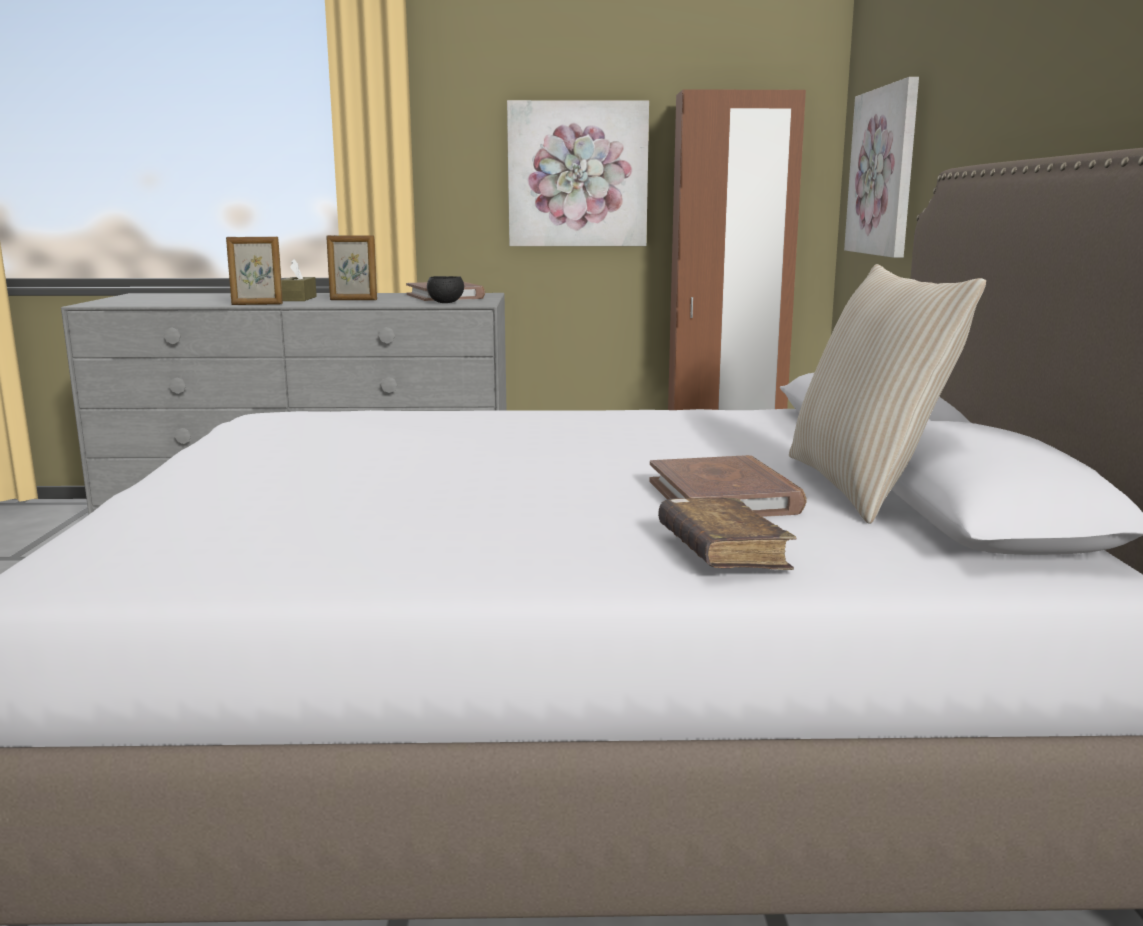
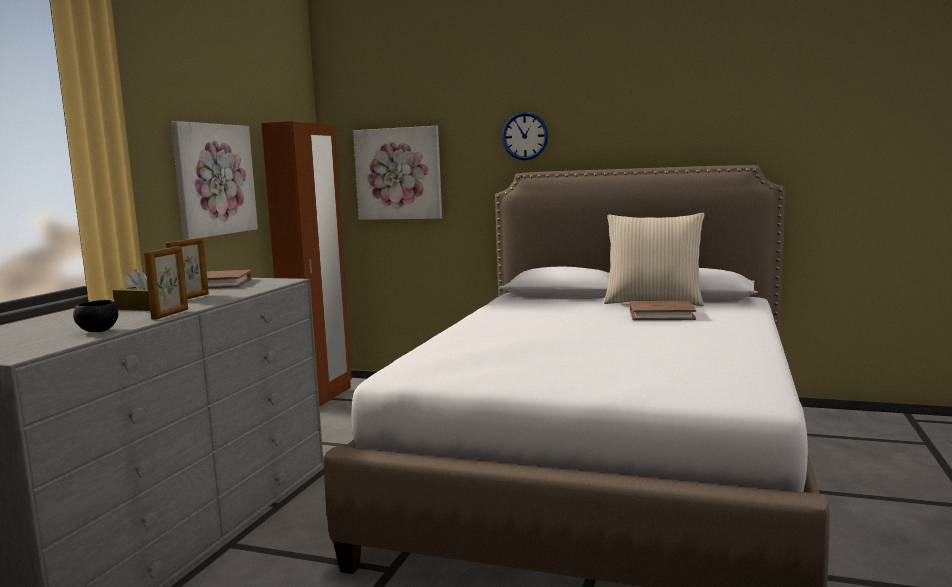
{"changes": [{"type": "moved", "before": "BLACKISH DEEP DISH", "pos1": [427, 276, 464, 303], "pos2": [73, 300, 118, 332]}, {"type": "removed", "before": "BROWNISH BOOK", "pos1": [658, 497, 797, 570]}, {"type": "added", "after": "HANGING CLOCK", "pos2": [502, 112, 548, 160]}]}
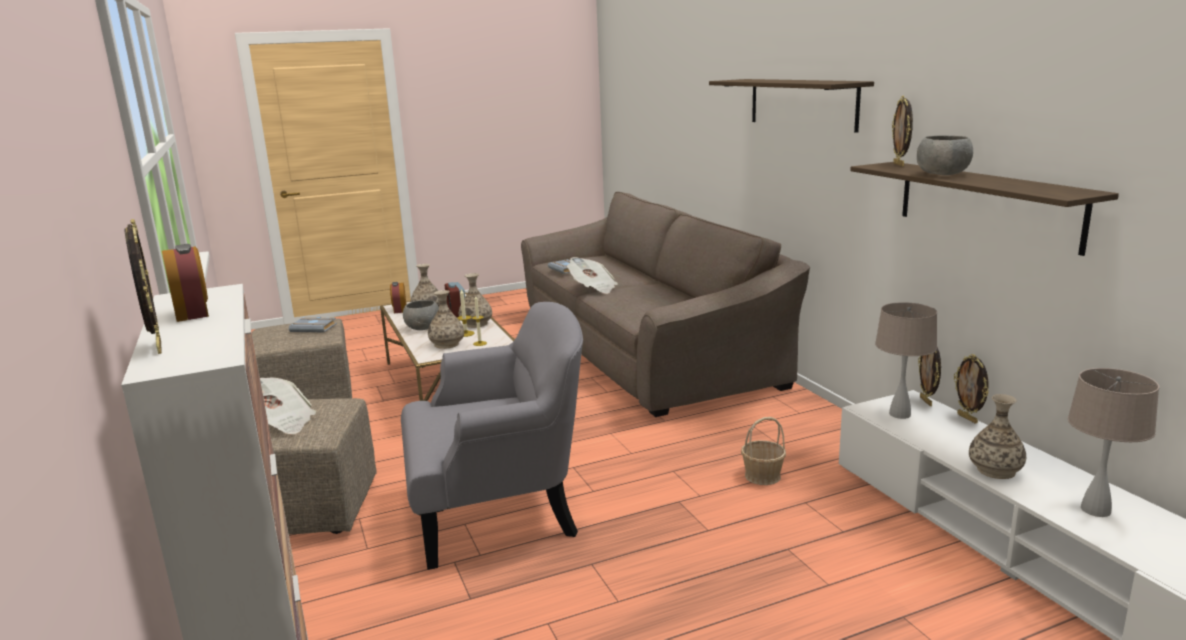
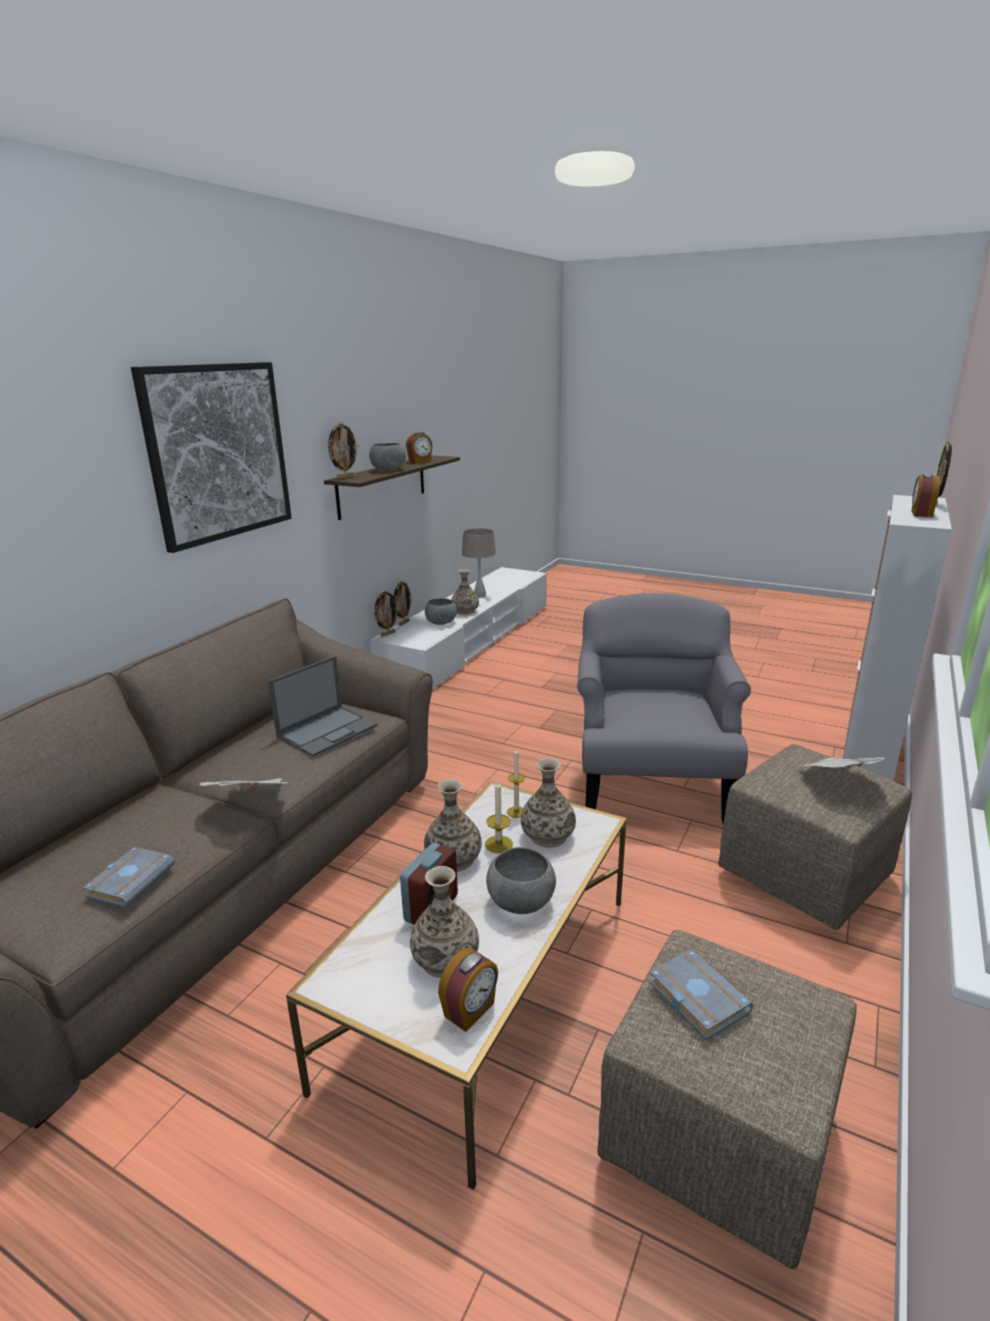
{"changes": [{"type": "turned", "before": "GREY EASY CHAIR", "pos1": [401, 302, 583, 570], "pos2": [577, 593, 751, 824], "turn": 60}, {"type": "replaced", "before": "SHELF", "after": "WALL ART", "pos1": [709, 79, 874, 133], "pos2": [131, 362, 292, 553]}, {"type": "removed", "before": "STORAGE BASKET", "pos1": [741, 417, 786, 485]}, {"type": "removed", "before": "BEIGE-COLOURED TABLETOP LAMP", "pos1": [875, 302, 937, 419]}, {"type": "added", "after": "PORTABLE COMPUTER", "pos2": [268, 656, 378, 757]}, {"type": "added", "after": "TABLE CLOCK", "pos2": [406, 432, 433, 464]}, {"type": "added", "after": "GREY DEEP DISH", "pos2": [425, 598, 457, 625]}]}
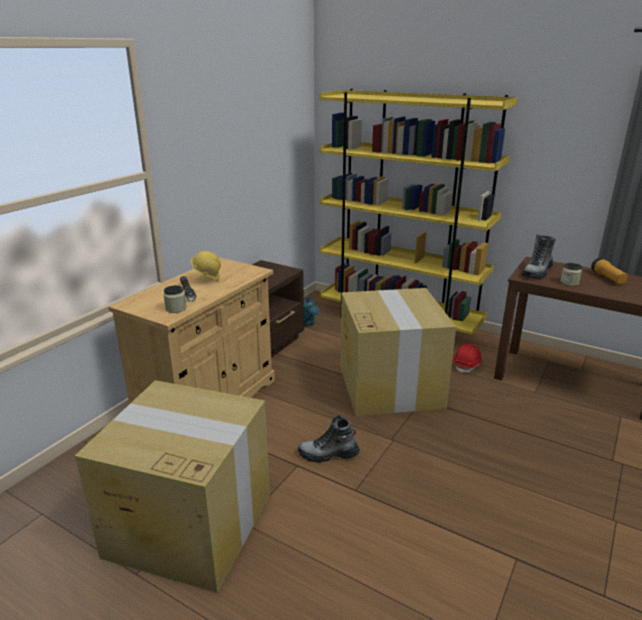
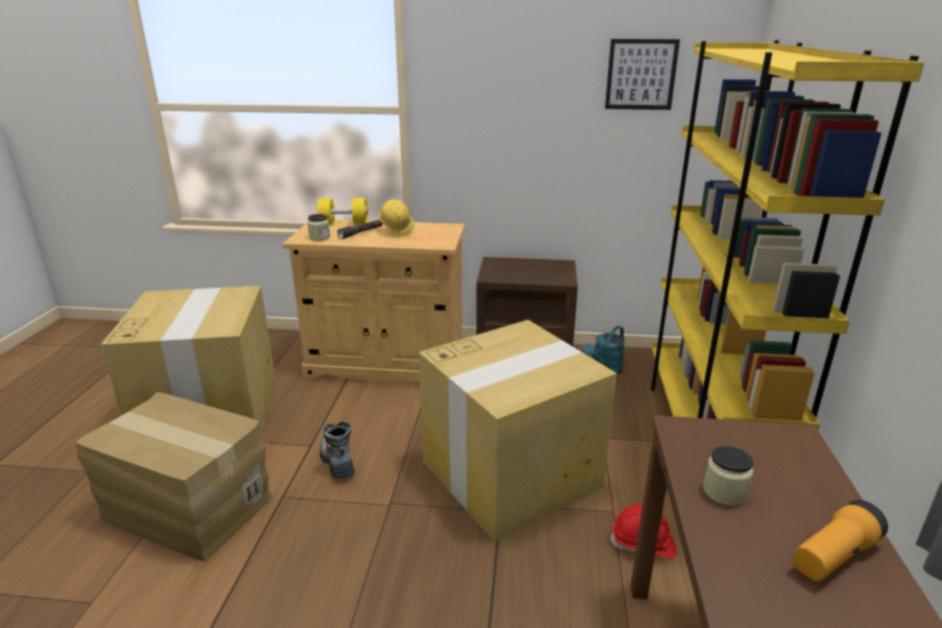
{"changes": [{"type": "removed", "before": "TALL BOOT", "pos1": [521, 234, 556, 279]}, {"type": "added", "after": "PACKING BOX", "pos2": [75, 392, 272, 562]}, {"type": "added", "after": "YELLOWISH HAND WEIGHT", "pos2": [317, 198, 368, 225]}, {"type": "added", "after": "WALL ART", "pos2": [605, 39, 680, 110]}]}
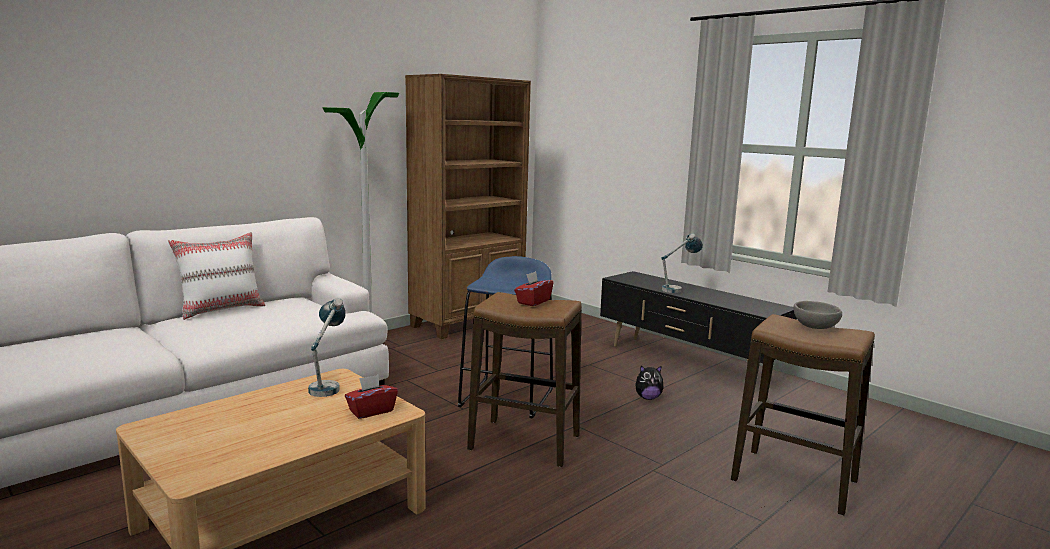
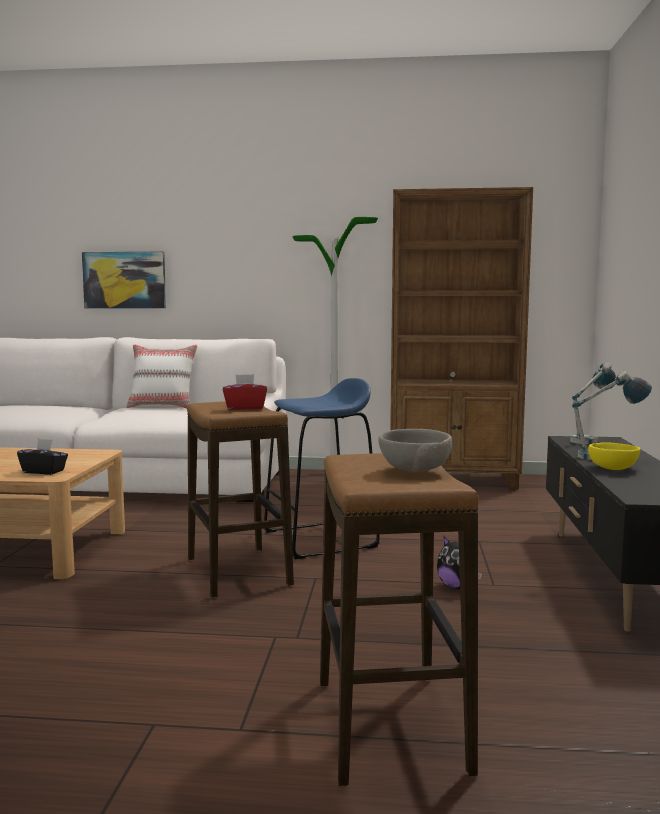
{"changes": [{"type": "moved", "before": "TABLETOP LAMP", "pos1": [308, 298, 345, 397], "pos2": [570, 363, 616, 444]}, {"type": "recoloured", "before": "RED BOX OF TISSUES", "after": "BLACKISH BOX OF TISSUES", "pos1": [345, 375, 398, 419], "pos2": [17, 439, 68, 475]}, {"type": "added", "after": "WALL ART", "pos2": [82, 252, 166, 308]}, {"type": "added", "after": "YELLOWISH DEEP DISH", "pos2": [588, 443, 640, 470]}]}
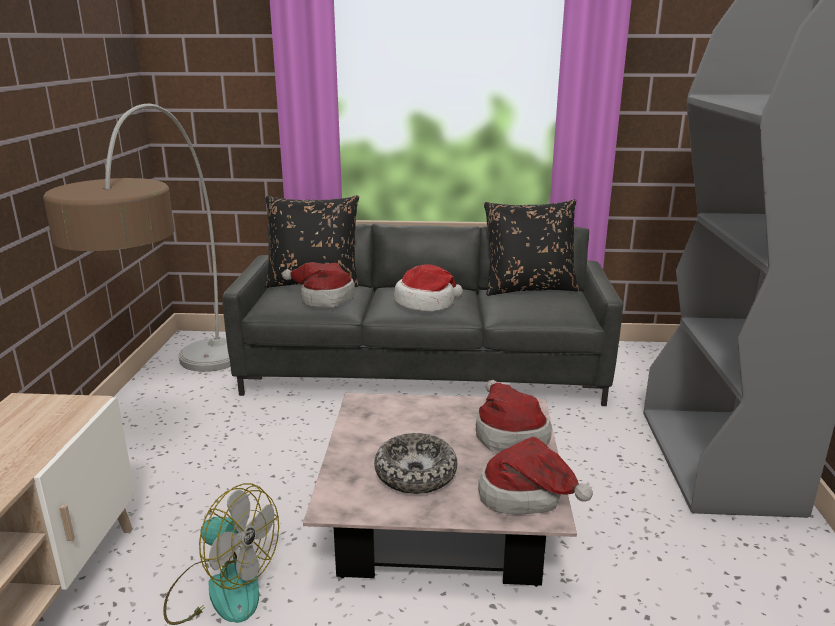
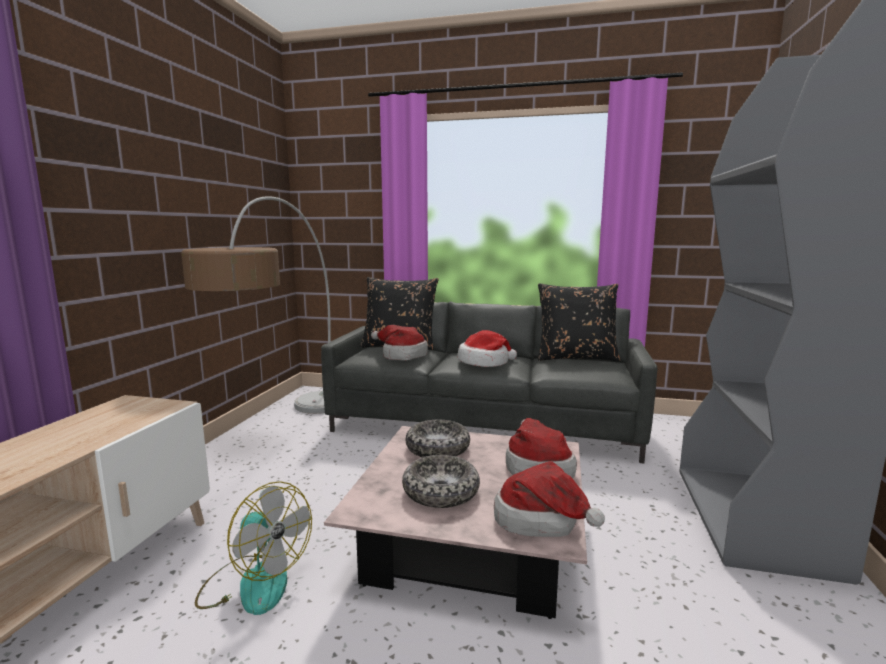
{"changes": [{"type": "added", "after": "DEEP DISH", "pos2": [406, 420, 470, 458]}]}
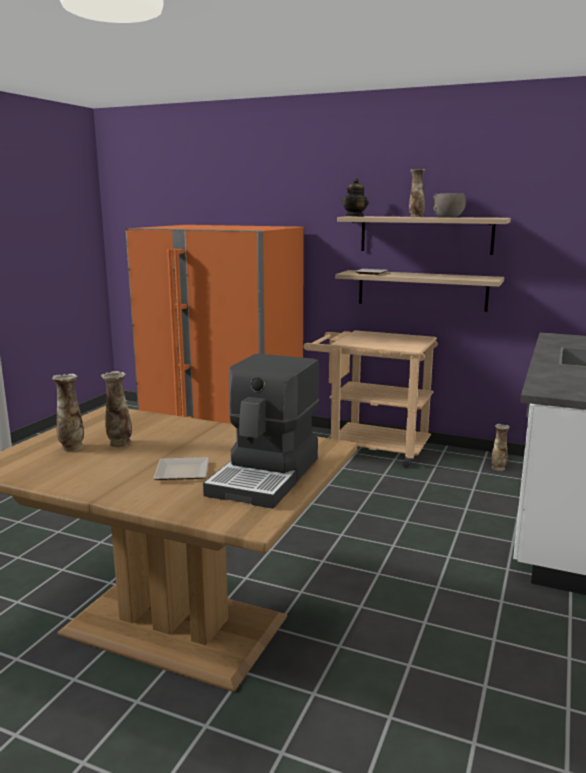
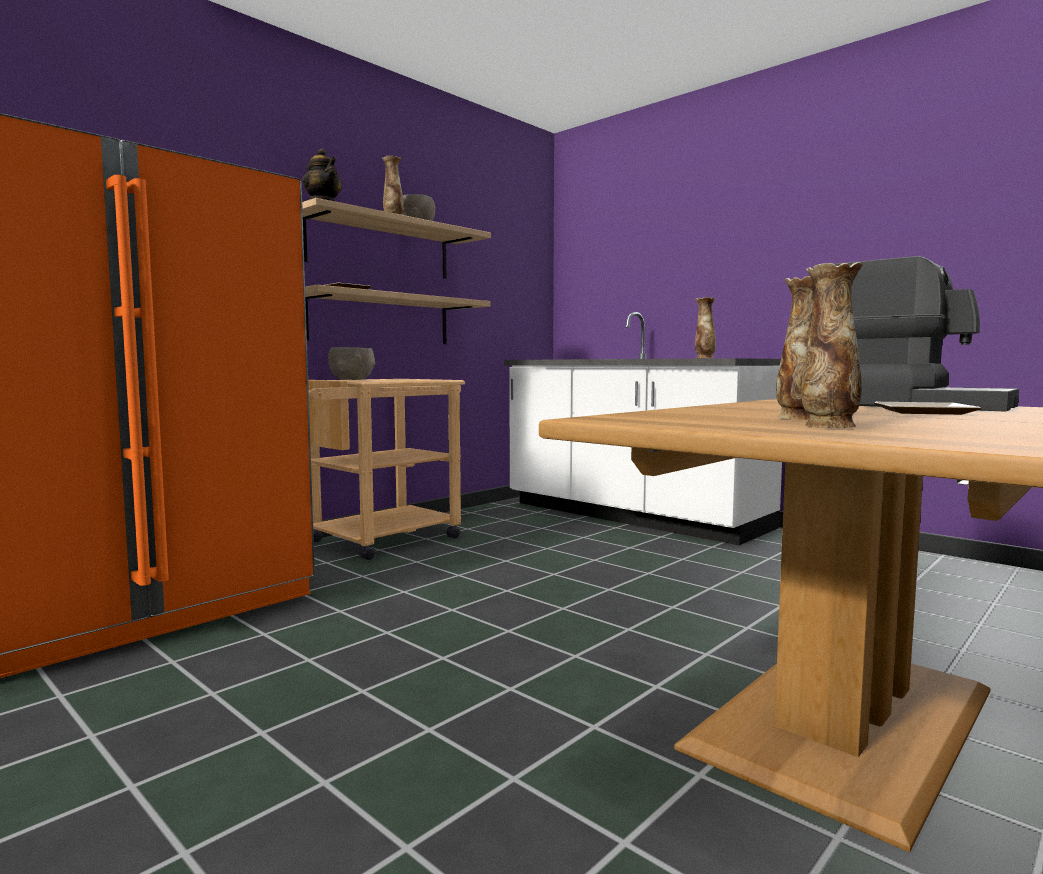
{"changes": [{"type": "moved", "before": "VASE", "pos1": [491, 424, 510, 471], "pos2": [695, 297, 716, 358]}, {"type": "added", "after": "GREY DEEP DISH", "pos2": [328, 347, 375, 380]}]}
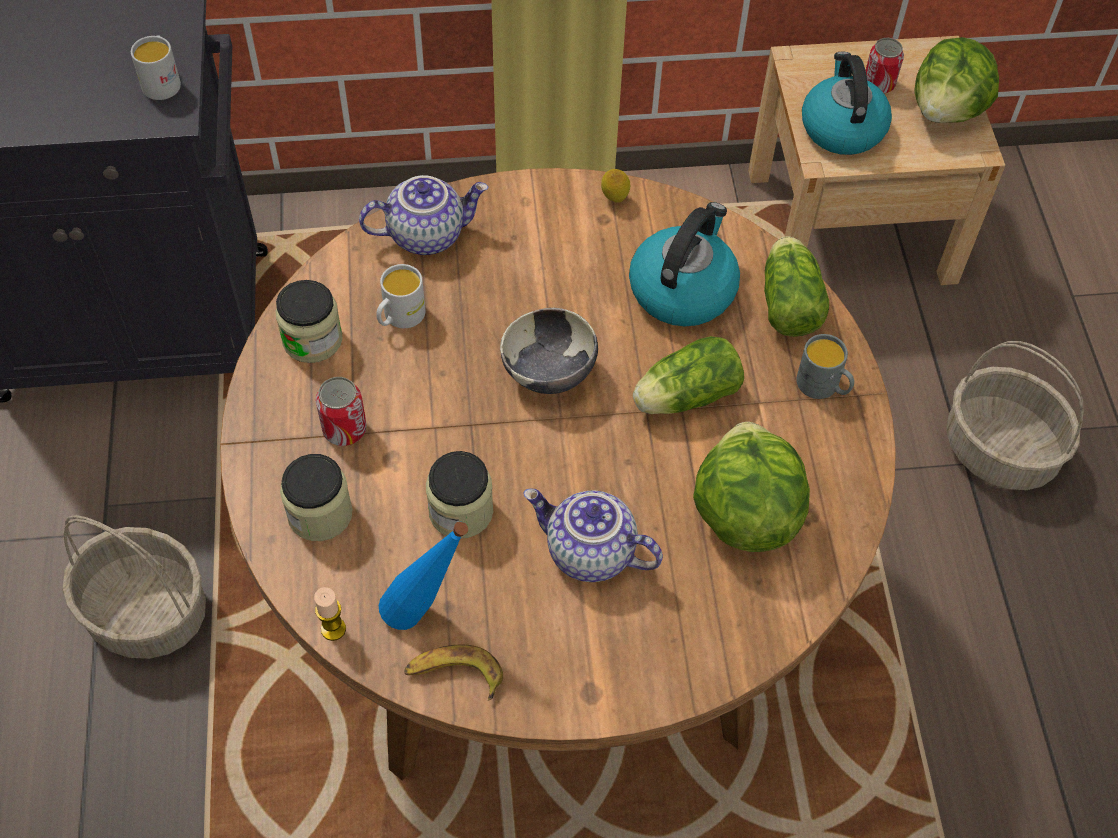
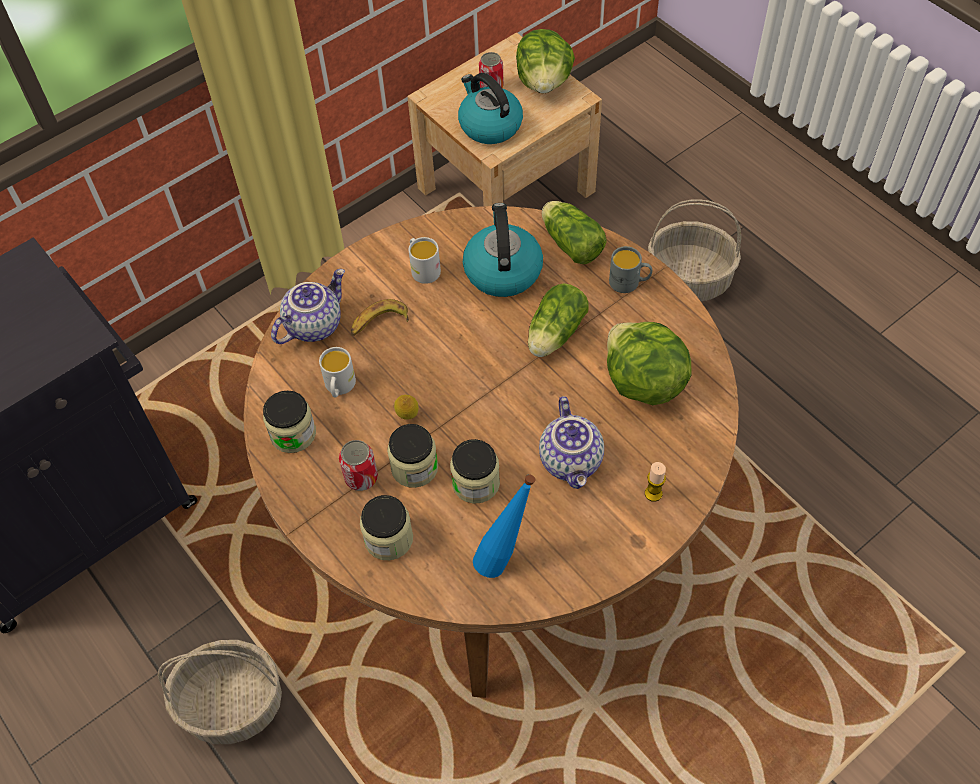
{"changes": [{"type": "moved", "before": "WHITISH TEA MUG", "pos1": [131, 36, 181, 100], "pos2": [409, 237, 441, 284]}, {"type": "moved", "before": "WAX LIGHT", "pos1": [314, 587, 346, 641], "pos2": [645, 462, 666, 502]}, {"type": "moved", "before": "BANANA FRUIT", "pos1": [404, 645, 503, 700], "pos2": [351, 299, 409, 336]}, {"type": "removed", "before": "DEEP DISH", "pos1": [500, 308, 598, 394]}, {"type": "turned", "before": "TEAPOT", "pos1": [523, 488, 663, 582], "pos2": [539, 396, 604, 489], "turn": -90}, {"type": "moved", "before": "CITRUS FRUIT", "pos1": [601, 169, 630, 203], "pos2": [394, 395, 419, 420]}, {"type": "added", "after": "JAR", "pos2": [387, 424, 438, 488]}]}
